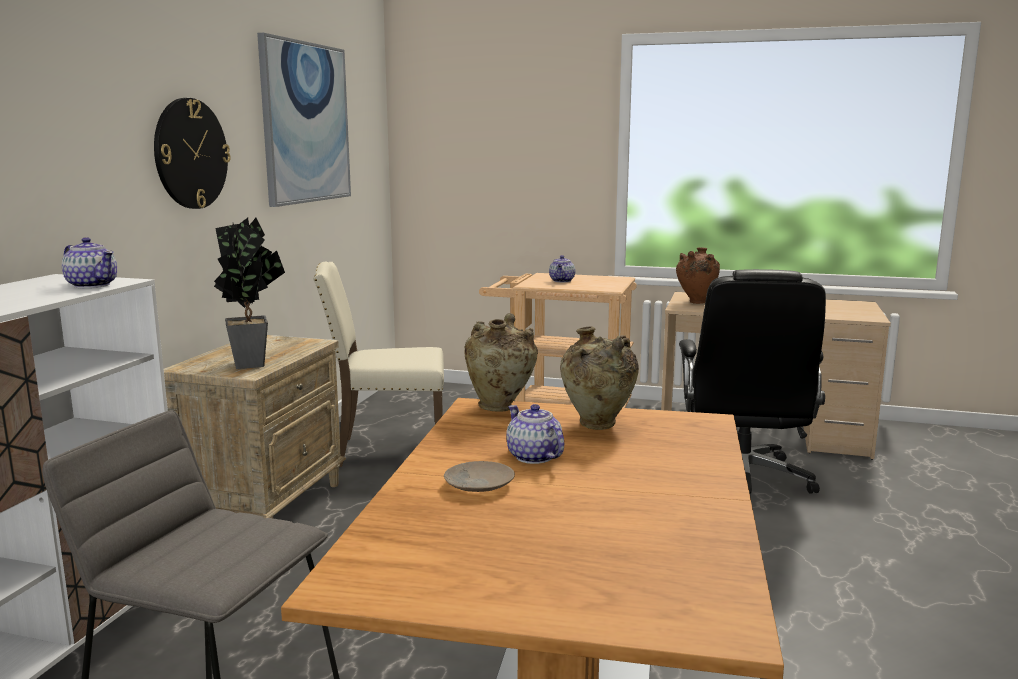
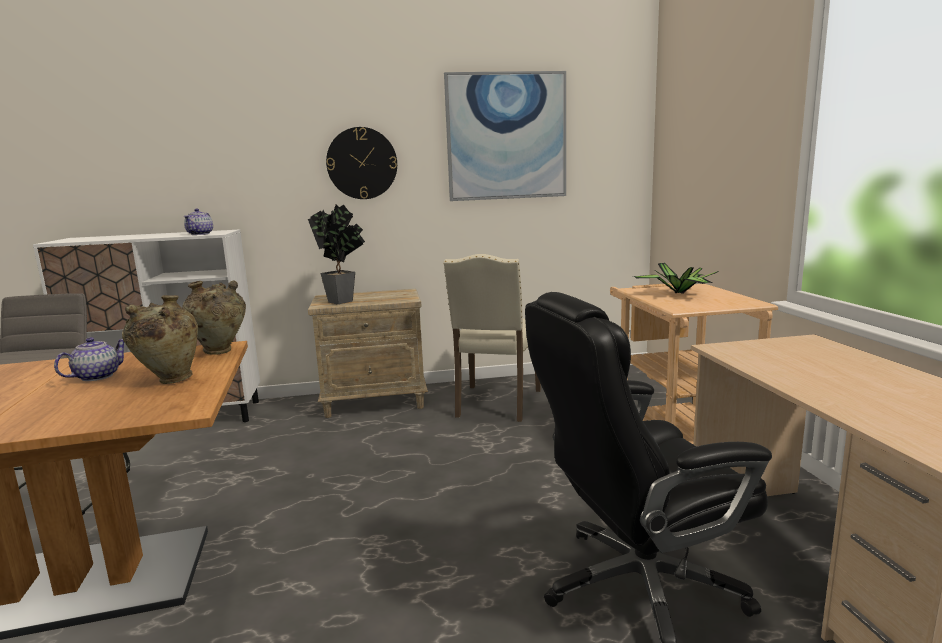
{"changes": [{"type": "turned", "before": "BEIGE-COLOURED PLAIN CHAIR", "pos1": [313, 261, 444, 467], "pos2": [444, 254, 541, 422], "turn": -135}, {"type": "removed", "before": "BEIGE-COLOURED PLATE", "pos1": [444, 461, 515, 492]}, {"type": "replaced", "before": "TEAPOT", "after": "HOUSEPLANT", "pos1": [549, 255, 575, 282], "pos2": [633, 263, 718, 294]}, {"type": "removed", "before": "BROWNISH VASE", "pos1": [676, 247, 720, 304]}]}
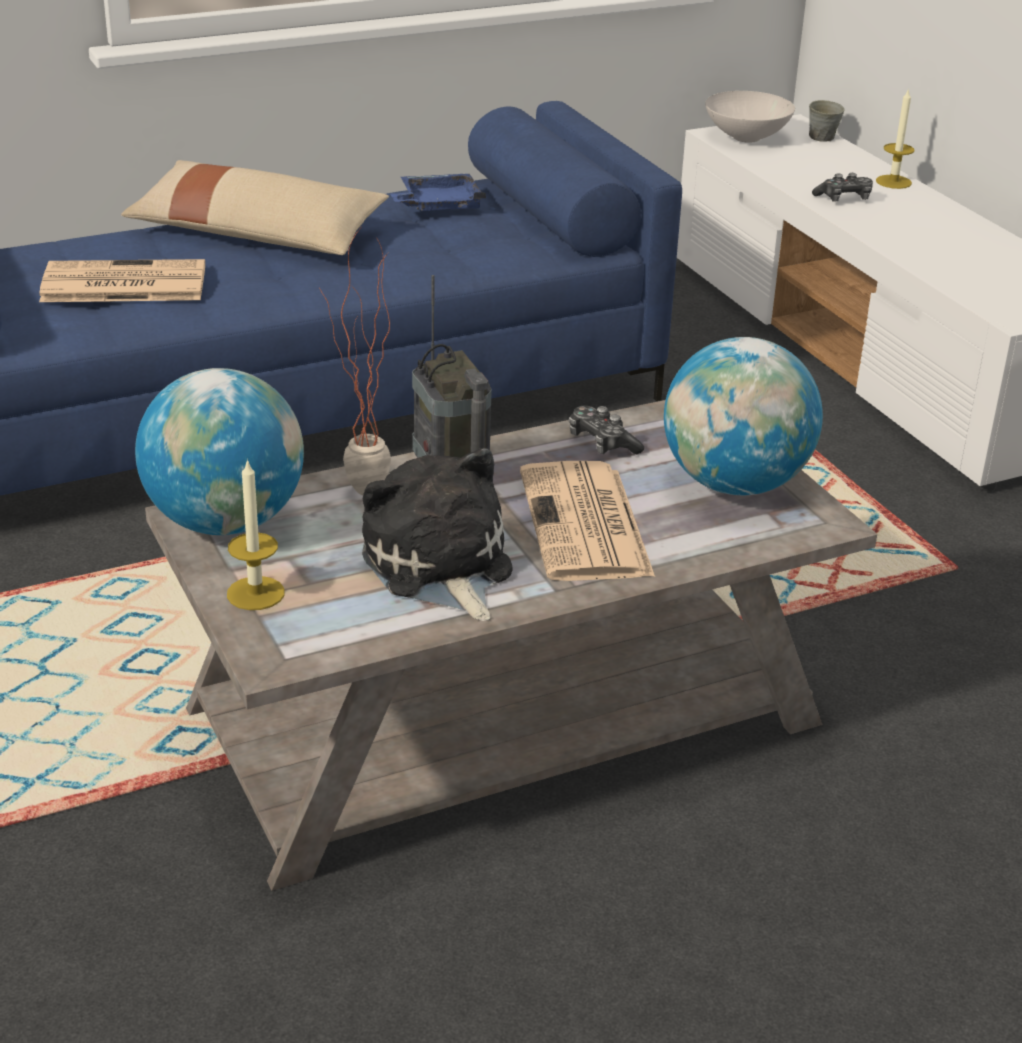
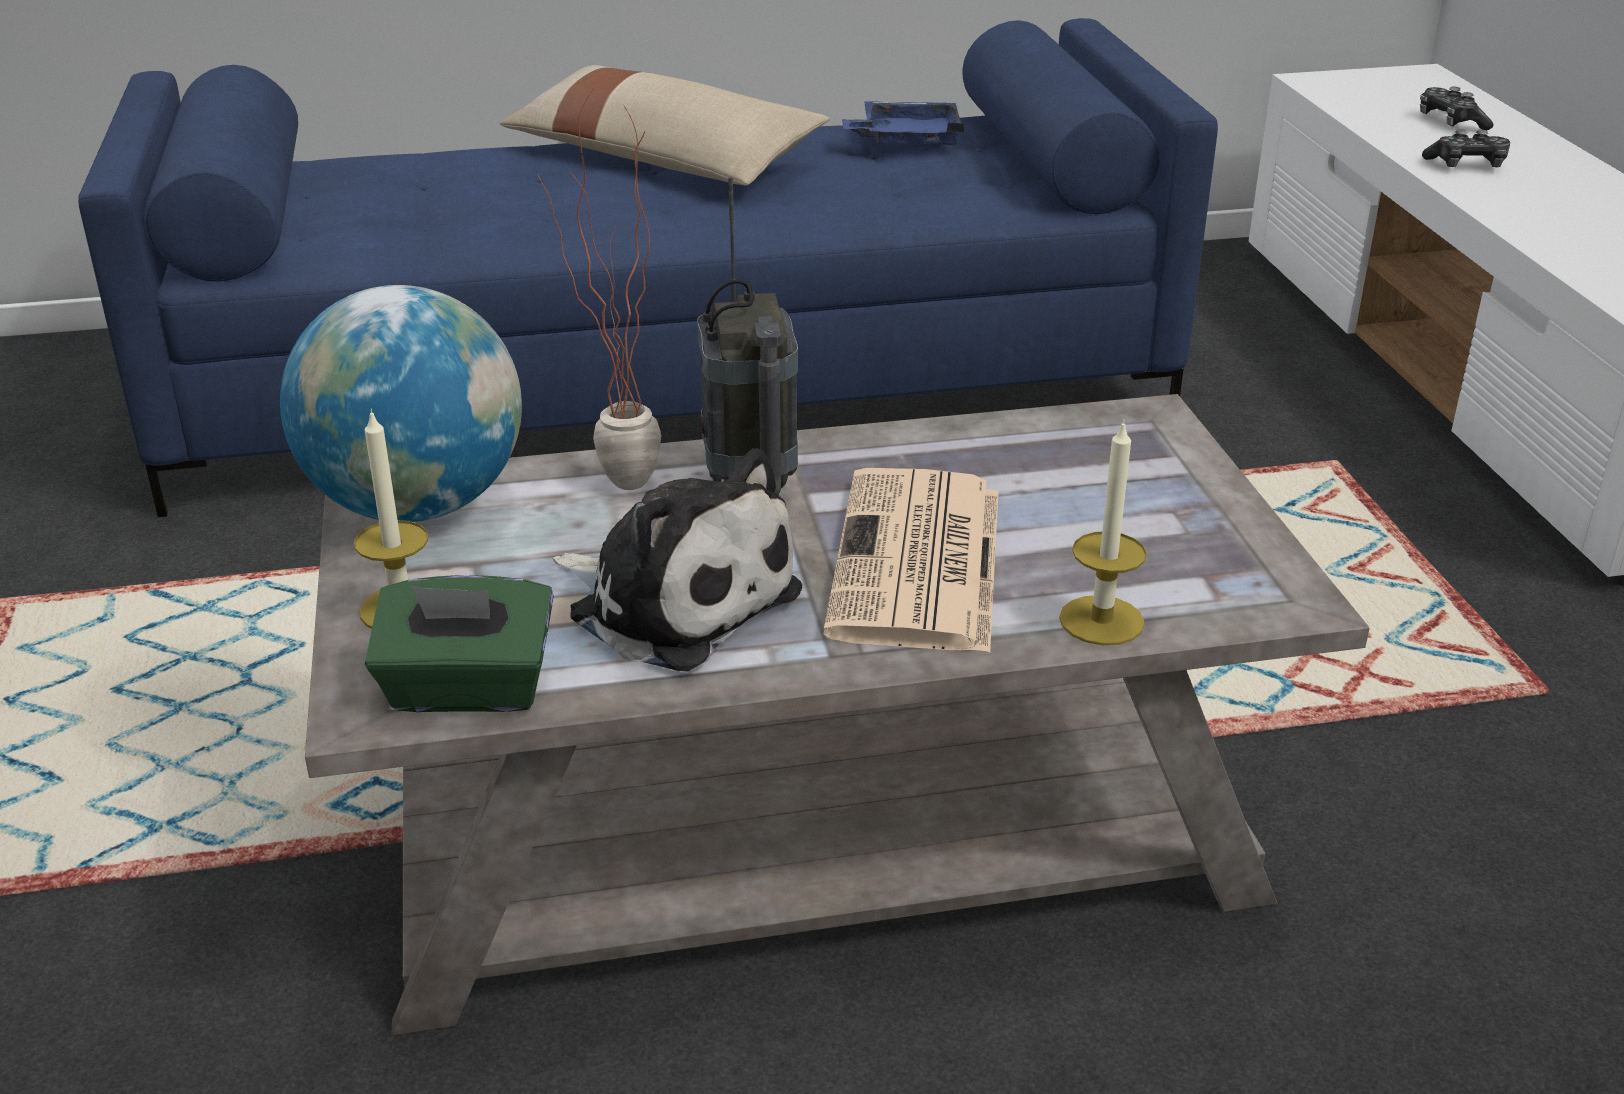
{"changes": [{"type": "removed", "before": "NEWSPAPER", "pos1": [39, 259, 205, 302]}, {"type": "turned", "before": "PLUSH TOY", "pos1": [362, 447, 512, 621], "pos2": [553, 448, 802, 672], "turn": 135}, {"type": "moved", "before": "JOYPAD", "pos1": [569, 406, 644, 454], "pos2": [1420, 86, 1494, 131]}, {"type": "removed", "before": "DESK GLOBE", "pos1": [664, 337, 823, 495]}, {"type": "removed", "before": "WHITISH DEEP DISH", "pos1": [705, 91, 795, 143]}, {"type": "removed", "before": "GREY TEA MUG", "pos1": [809, 100, 844, 142]}, {"type": "moved", "before": "WAX LIGHT", "pos1": [876, 88, 915, 189], "pos2": [1059, 419, 1147, 645]}, {"type": "added", "after": "GREEN BOX OF TISSUES", "pos2": [365, 575, 554, 712]}]}
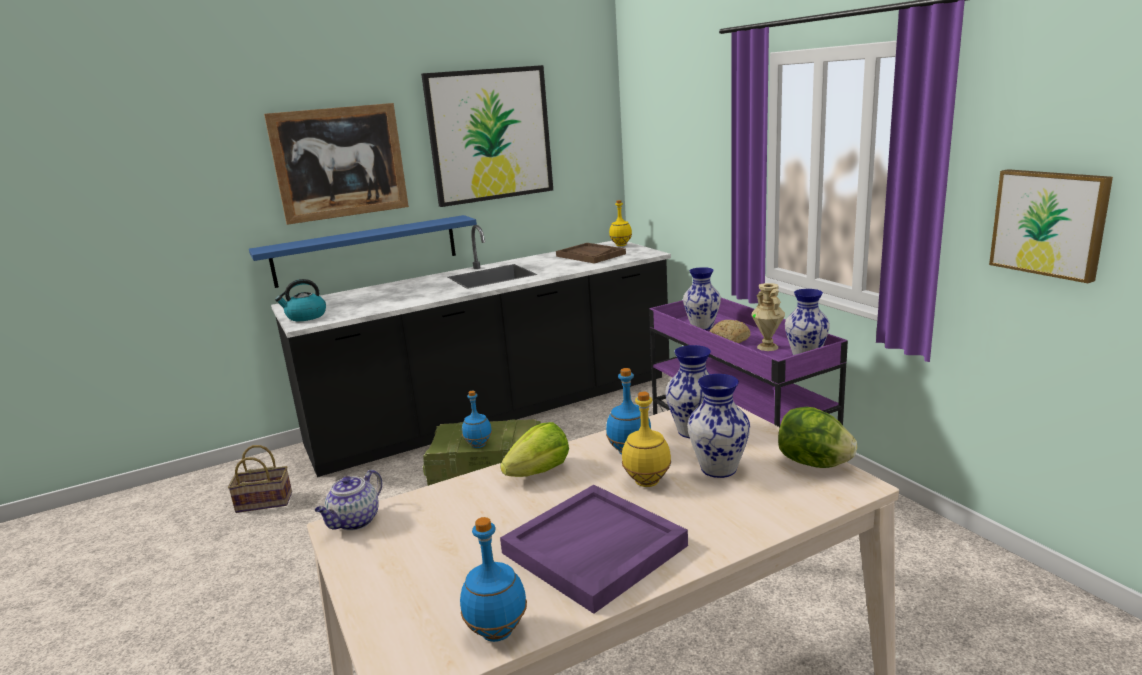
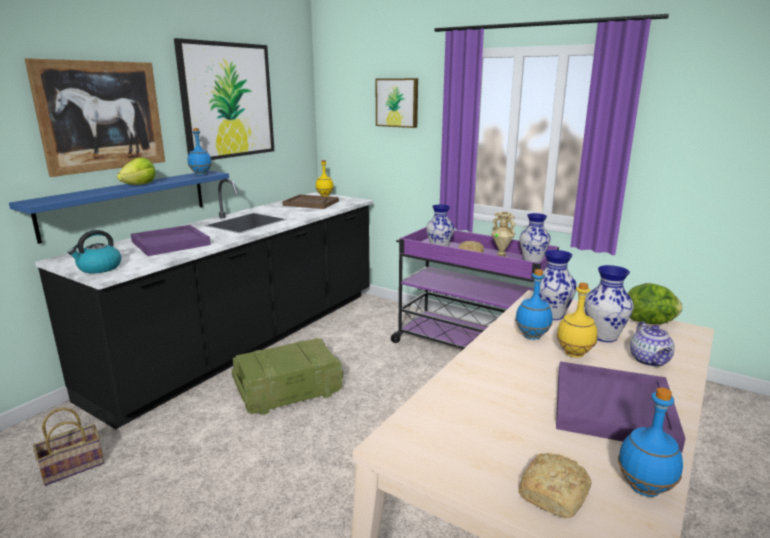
{"changes": [{"type": "moved", "before": "TEAPOT", "pos1": [315, 470, 382, 531], "pos2": [630, 322, 675, 367]}, {"type": "moved", "before": "BLUISH DRINK BOTTLE", "pos1": [462, 391, 492, 448], "pos2": [188, 128, 212, 176]}, {"type": "moved", "before": "LETTUCE HEAD", "pos1": [500, 422, 569, 477], "pos2": [117, 157, 156, 185]}, {"type": "moved", "before": "WALL ART", "pos1": [989, 169, 1113, 283], "pos2": [376, 78, 418, 128]}, {"type": "added", "after": "PURPLE-COLOURED TRAY", "pos2": [131, 225, 211, 256]}, {"type": "added", "after": "BREAD", "pos2": [518, 453, 592, 518]}]}
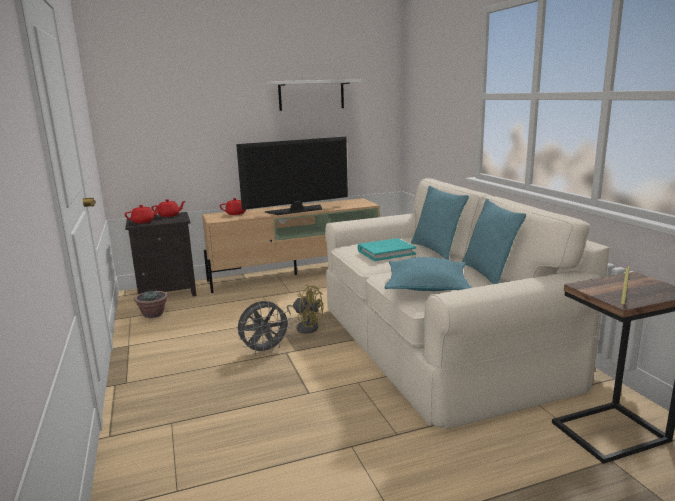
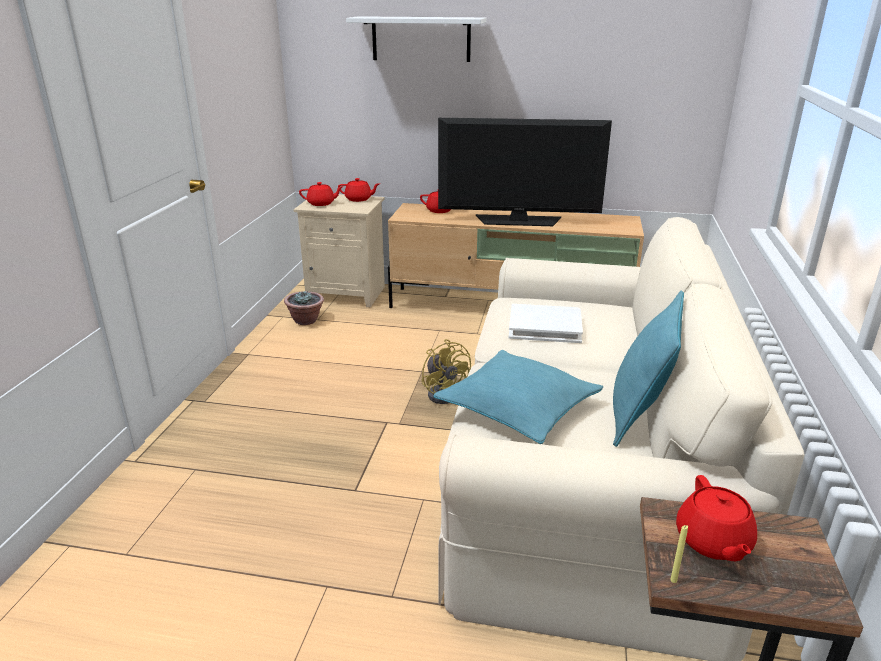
{"changes": [{"type": "recoloured", "before": "BLACKISH BEDSIDE TABLE", "after": "BEIGE-COLOURED BEDSIDE TABLE", "pos1": [125, 212, 197, 296], "pos2": [293, 195, 385, 307]}, {"type": "removed", "before": "GREY COOLING FAN", "pos1": [238, 301, 292, 355]}, {"type": "moved", "before": "WHITISH SHELF", "pos1": [268, 79, 361, 111], "pos2": [346, 16, 486, 62]}, {"type": "recoloured", "before": "TURQUOISE-COLOURED BOOK", "after": "WHITISH BOOK", "pos1": [358, 238, 416, 261], "pos2": [509, 304, 583, 343]}, {"type": "removed", "before": "TURQUOISE-COLOURED PILLOW", "pos1": [411, 186, 469, 260]}, {"type": "added", "after": "RED TEAPOT", "pos2": [676, 475, 757, 561]}]}
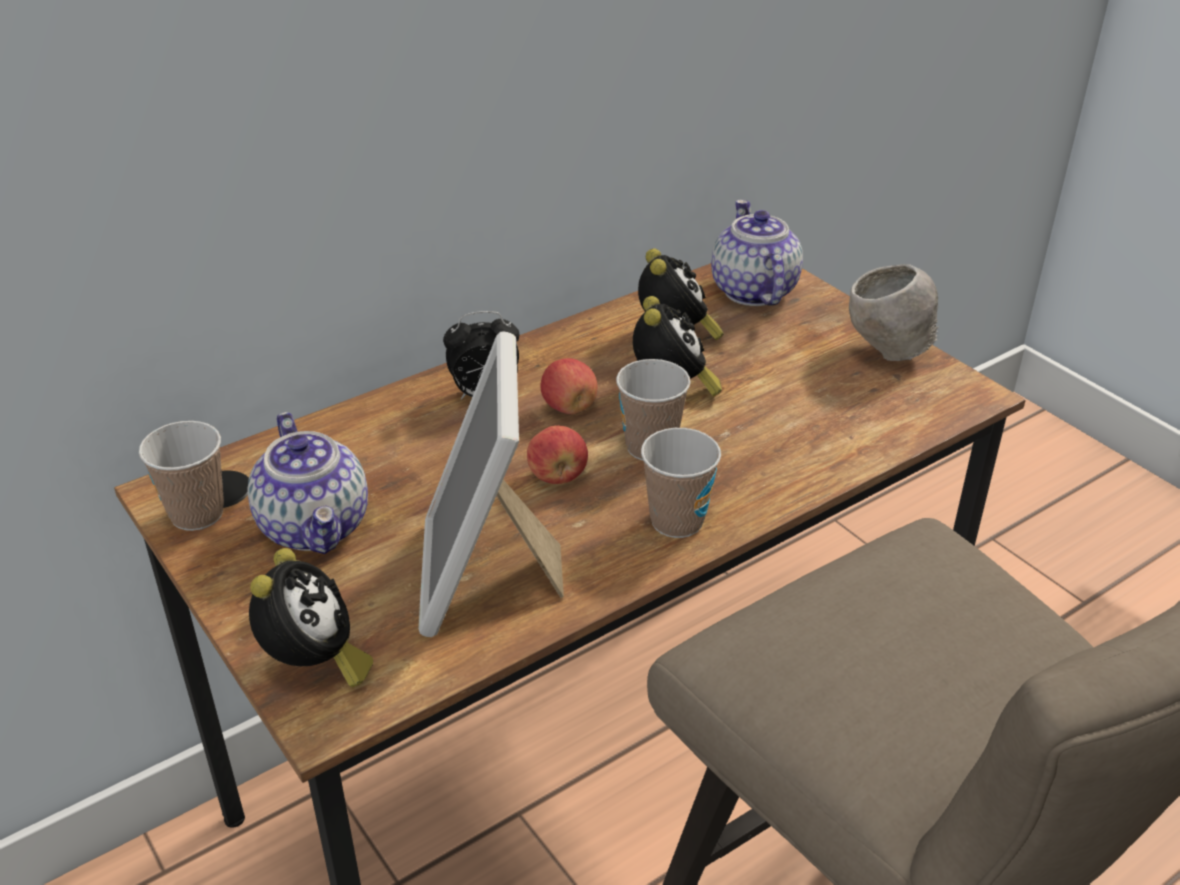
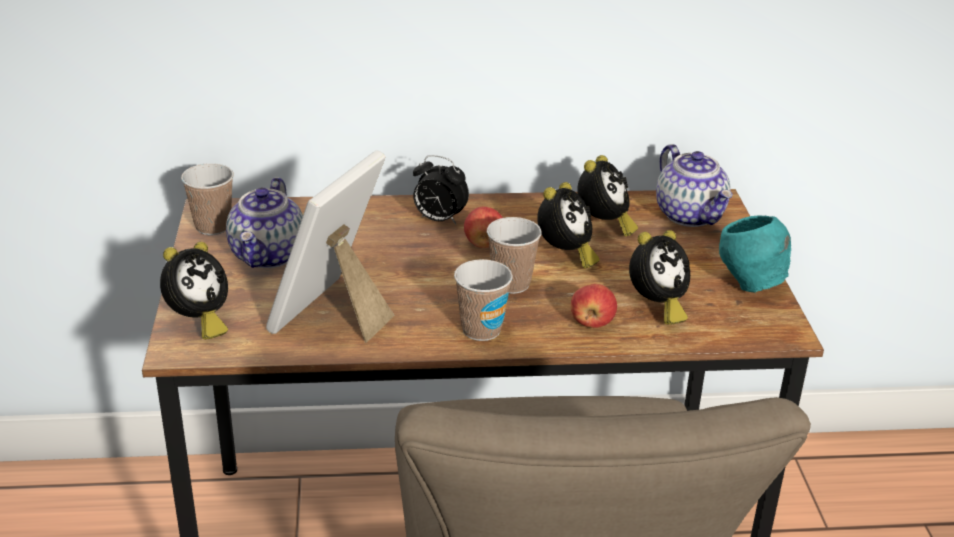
{"changes": [{"type": "moved", "before": "APPLE", "pos1": [527, 425, 588, 484], "pos2": [571, 284, 617, 328]}, {"type": "turned", "before": "TEAPOT", "pos1": [711, 200, 803, 306], "pos2": [656, 144, 733, 227], "turn": 135}, {"type": "recoloured", "before": "GREY DEEP DISH", "after": "TURQUOISE-COLOURED DEEP DISH", "pos1": [849, 264, 939, 361], "pos2": [719, 215, 791, 293]}, {"type": "added", "after": "TABLE CLOCK", "pos2": [629, 230, 690, 325]}]}
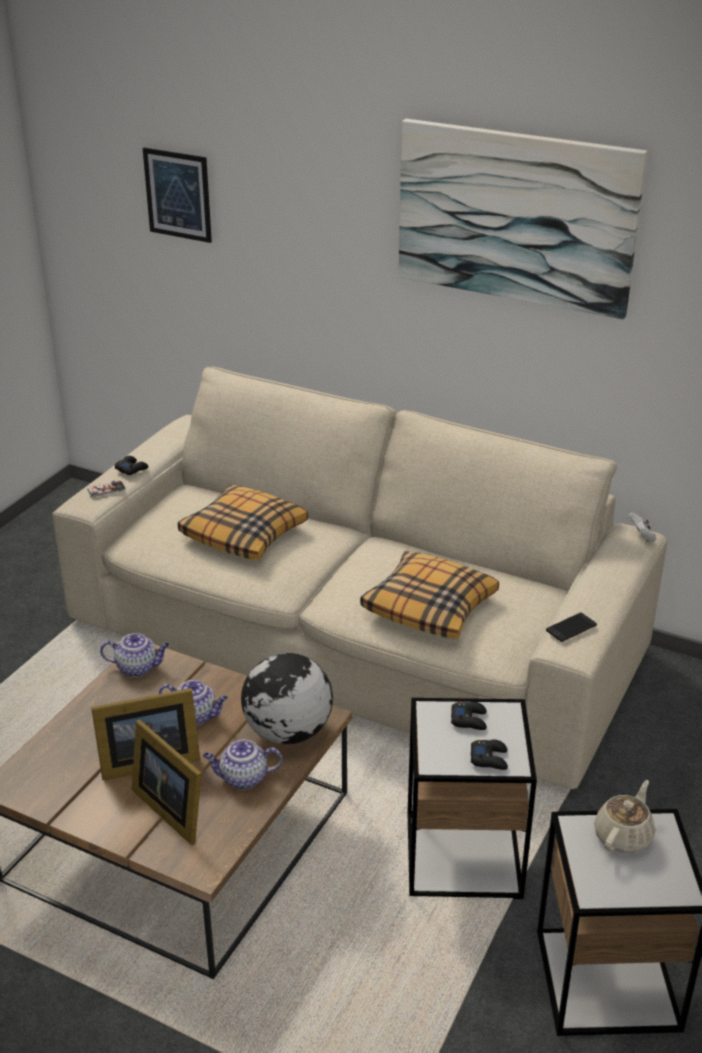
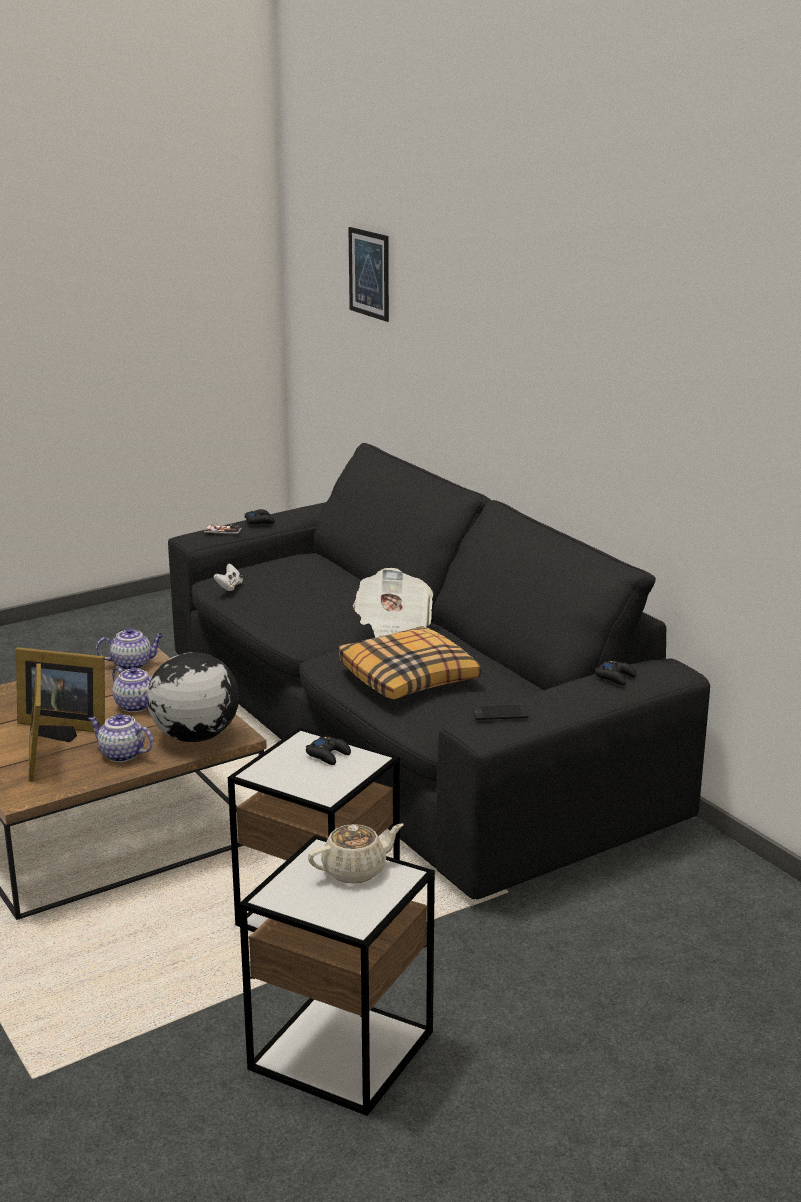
{"changes": [{"type": "recoloured", "before": "BEIGE-COLOURED SOFA", "after": "BLACKISH SOFA", "pos1": [52, 366, 667, 789], "pos2": [168, 443, 710, 899]}, {"type": "turned", "before": "TEAPOT", "pos1": [100, 633, 170, 677], "pos2": [96, 628, 164, 670], "turn": -45}, {"type": "removed", "before": "PILLOW", "pos1": [178, 485, 308, 560]}, {"type": "removed", "before": "WALL ART", "pos1": [399, 119, 647, 319]}, {"type": "moved", "before": "BLACKISH JOYPAD", "pos1": [471, 739, 508, 770], "pos2": [595, 661, 637, 686]}, {"type": "moved", "before": "WHITISH JOYPAD", "pos1": [629, 512, 656, 542], "pos2": [214, 564, 243, 591]}, {"type": "added", "after": "NEWSPAPER", "pos2": [353, 568, 433, 638]}]}
